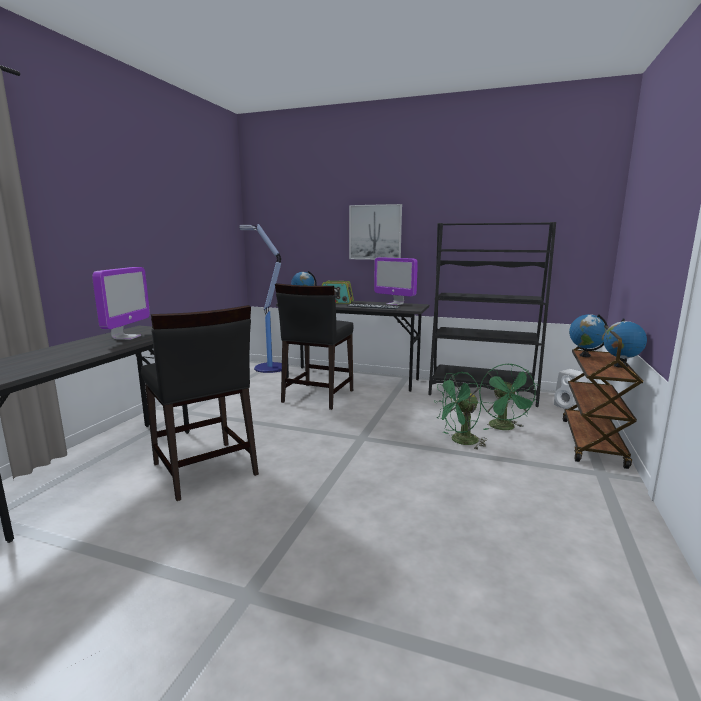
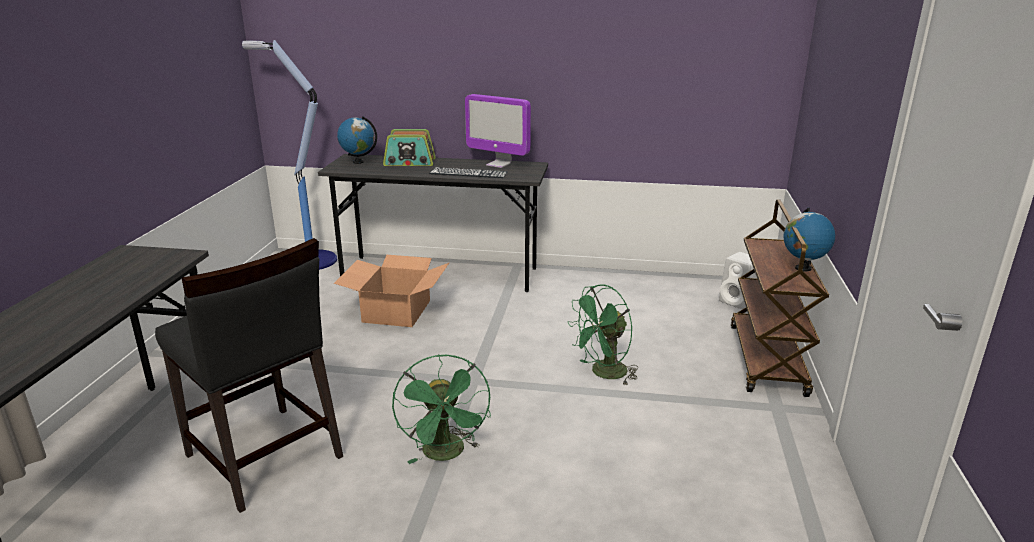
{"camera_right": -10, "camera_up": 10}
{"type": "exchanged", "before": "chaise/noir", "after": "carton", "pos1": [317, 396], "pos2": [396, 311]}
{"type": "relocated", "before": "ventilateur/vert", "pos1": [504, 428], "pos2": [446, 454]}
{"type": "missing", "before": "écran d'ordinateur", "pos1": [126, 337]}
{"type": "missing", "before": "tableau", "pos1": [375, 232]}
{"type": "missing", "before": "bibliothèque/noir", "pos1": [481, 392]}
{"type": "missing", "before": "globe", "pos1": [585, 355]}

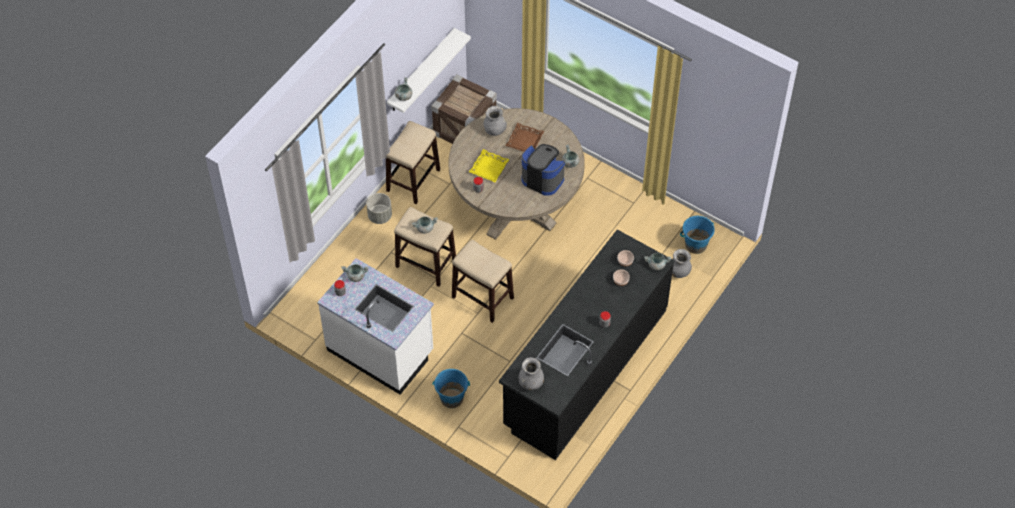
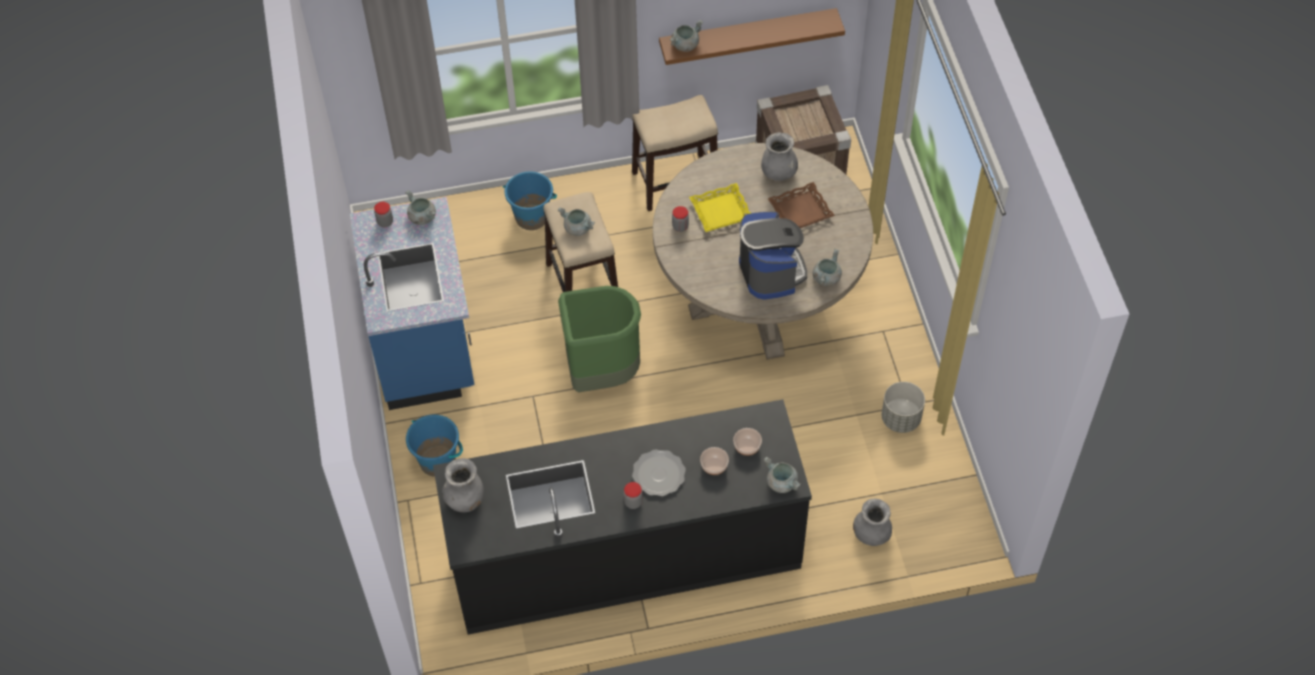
{"camera_right": 45, "camera_up": 0}
{"type": "colour", "before": "comptoir de cuisine/blanc", "after": "comptoir de cuisine/bleu", "pos1": [381, 350], "pos2": [425, 344]}
{"type": "relocated", "before": "seau/bleu", "pos1": [695, 244], "pos2": [532, 217]}
{"type": "exchanged", "before": "tabouret", "after": "poubelle/vert", "pos1": [482, 297], "pos2": [601, 374]}
{"type": "appeared", "after": "assiette", "pos2": [658, 474]}
{"type": "colour", "before": "étagère/blanc", "after": "étagère/marron", "pos1": [421, 71], "pos2": [747, 35]}
{"type": "relocated", "before": "cache-pot/gris", "pos1": [380, 216], "pos2": [901, 418]}

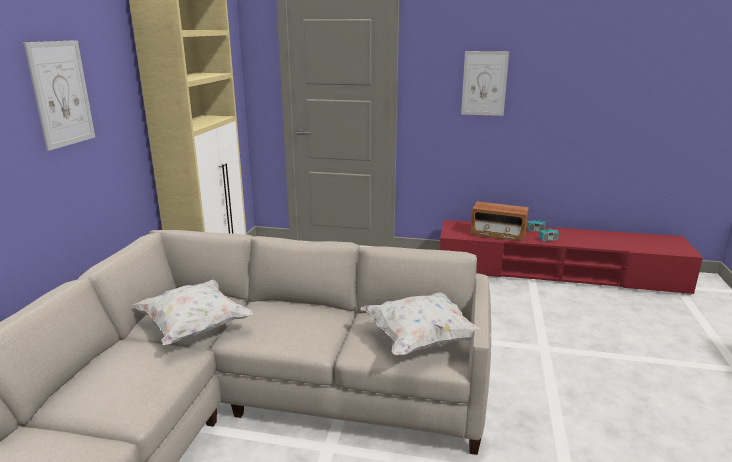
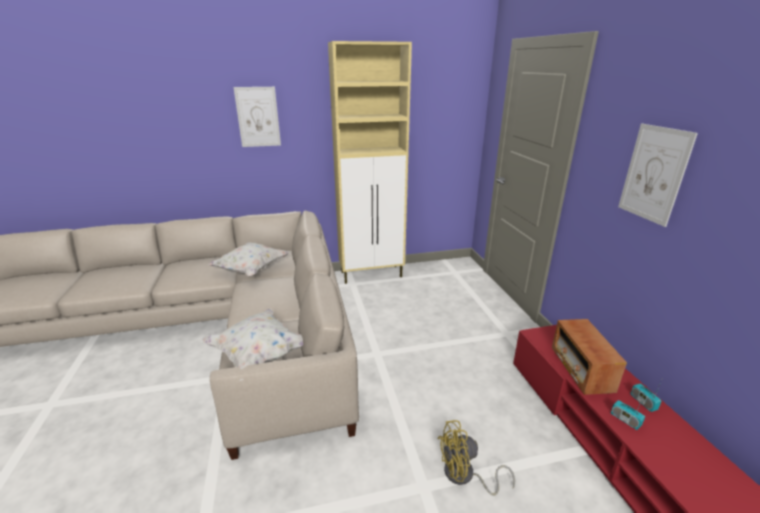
{"camera_right": 65, "camera_up": 5}
{"type": "appeared", "after": "ventilateur/jaune", "pos2": [465, 476]}

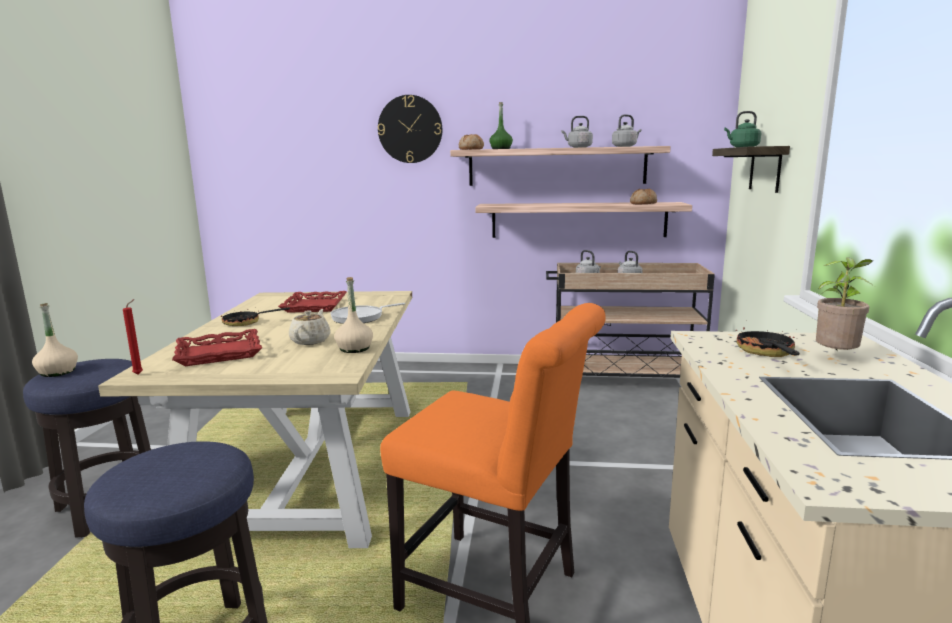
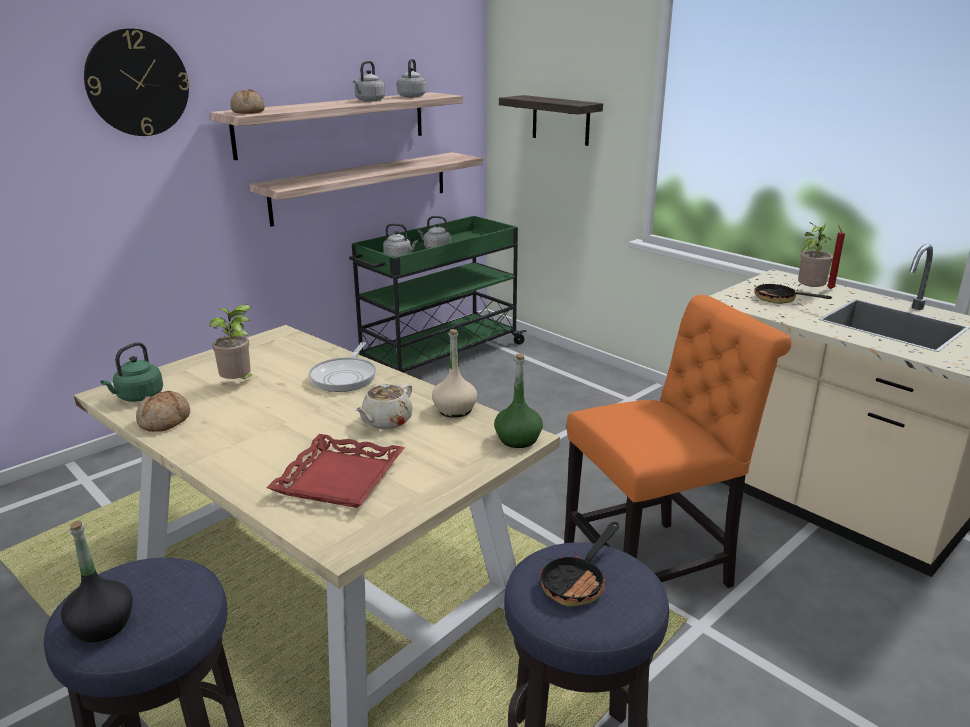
{"camera_right": -50, "camera_up": 10}
{"type": "colour", "before": "bouteille/beige", "after": "bouteille/noir", "pos1": [57, 372], "pos2": [102, 625]}
{"type": "relocated", "before": "bouilloire/vert", "pos1": [742, 147], "pos2": [138, 397]}
{"type": "relocated", "before": "pain", "pos1": [643, 203], "pos2": [165, 421]}
{"type": "exchanged", "before": "plateau/rouge", "after": "plante en pot", "pos1": [315, 306], "pos2": [239, 383]}
{"type": "colour", "before": "chariot/beige", "after": "chariot/vert", "pos1": [623, 379], "pos2": [439, 356]}
{"type": "spun", "before": "théière/beige", "pos1": [311, 341], "pos2": [386, 421], "turn": -105}
{"type": "relocated", "before": "bouteille/vert", "pos1": [501, 149], "pos2": [518, 439]}
{"type": "relocated", "before": "poêle", "pos1": [247, 323], "pos2": [578, 582]}
{"type": "relocated", "before": "bougie/rouge", "pos1": [140, 374], "pos2": [829, 288]}

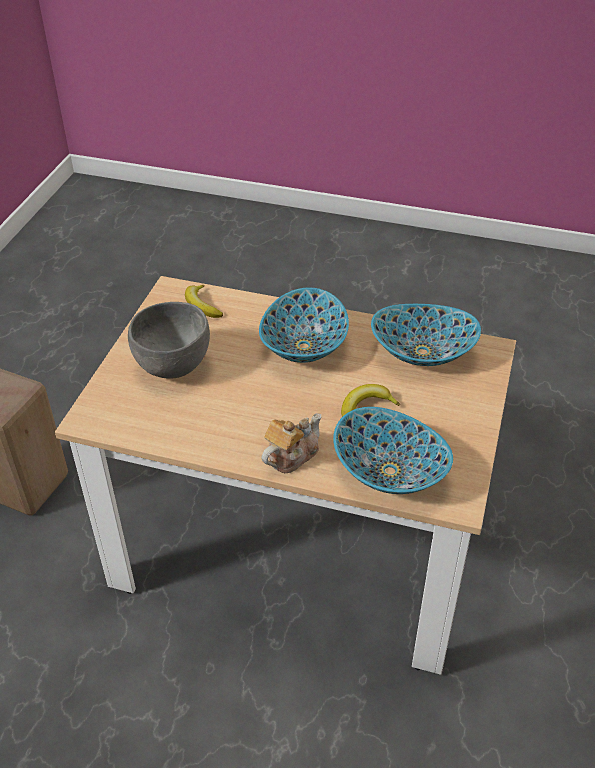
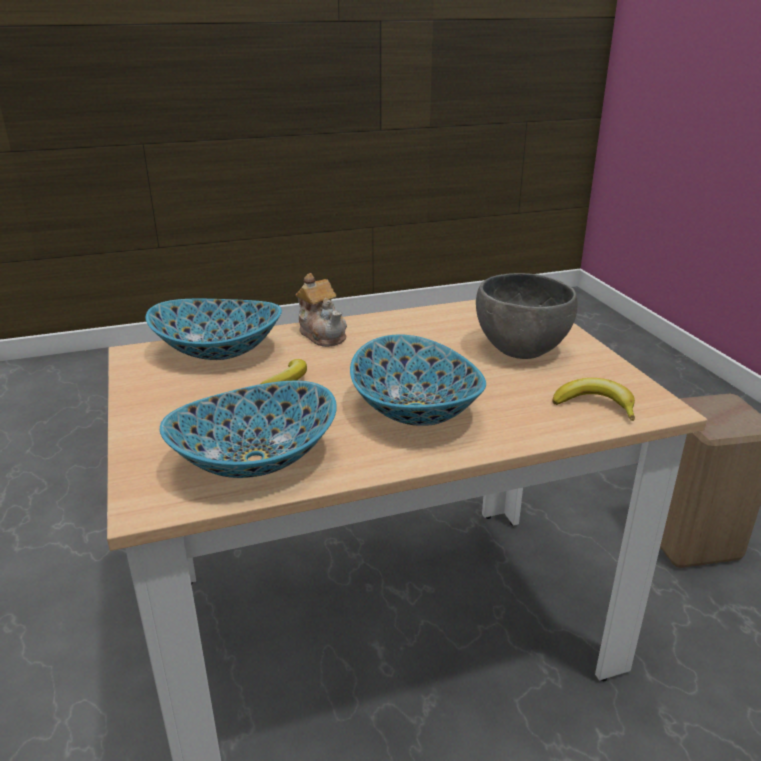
{"camera_right": 145, "camera_up": -15}
{"type": "spun", "before": "théière", "pos1": [291, 455], "pos2": [322, 334], "turn": -45}

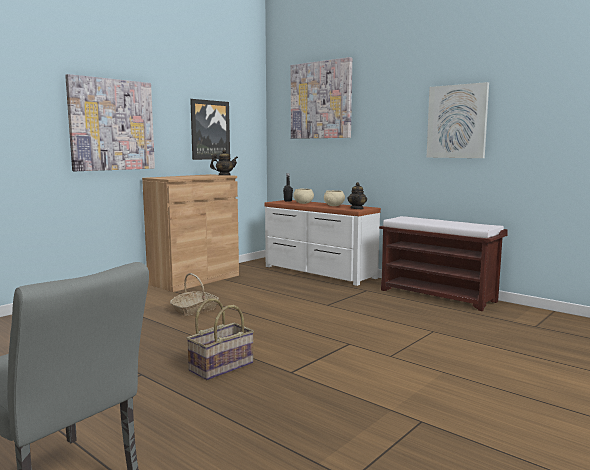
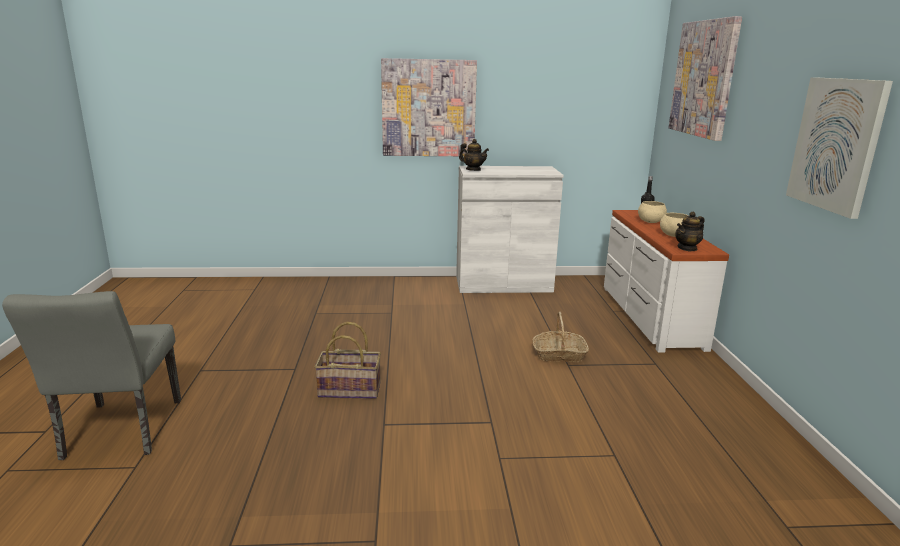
{"camera_right": 45, "camera_up": 10}
{"type": "colour", "before": "meuble de rangement/marron", "after": "meuble de rangement/blanc", "pos1": [194, 279], "pos2": [503, 284]}
{"type": "relocated", "before": "théière", "pos1": [224, 175], "pos2": [473, 170]}
{"type": "relocated", "before": "panier", "pos1": [195, 309], "pos2": [559, 355]}
{"type": "missing", "before": "tableau", "pos1": [210, 130]}
{"type": "missing", "before": "banc/marron", "pos1": [438, 295]}

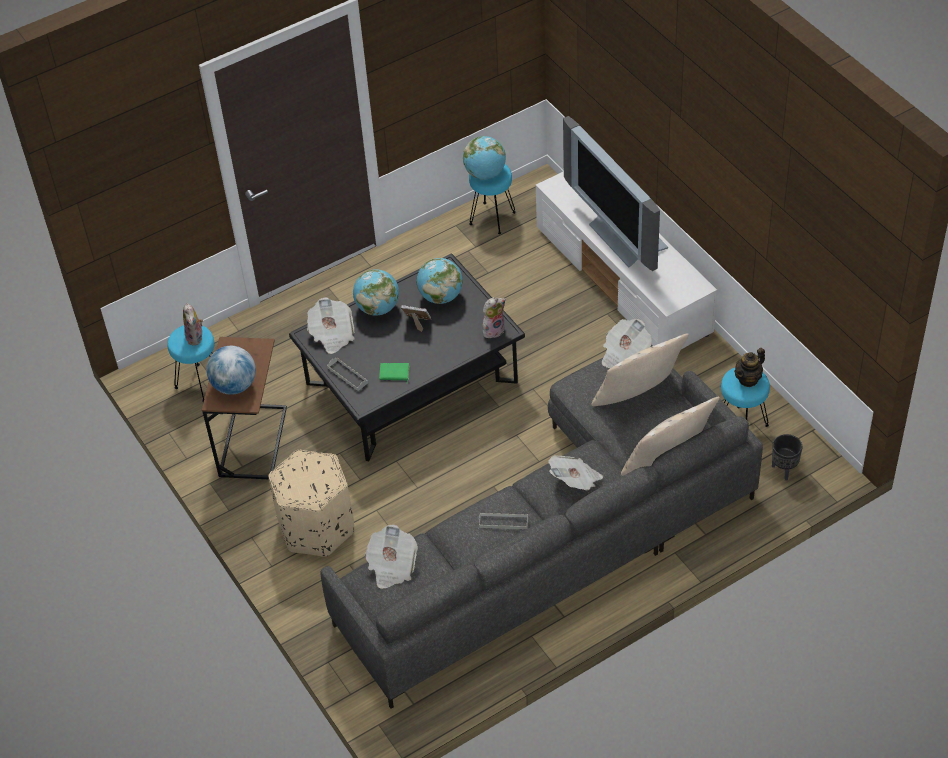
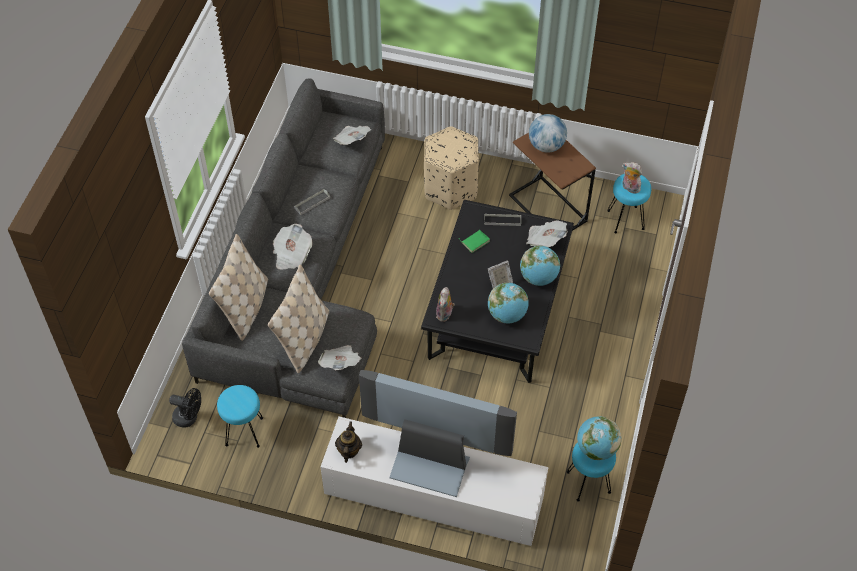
{"camera_right": 135, "camera_up": 5}
{"type": "exchanged", "before": "cache-pot/noir", "after": "ventilateur/noir", "pos1": [784, 470], "pos2": [189, 418]}
{"type": "relocated", "before": "théière", "pos1": [748, 379], "pos2": [348, 450]}

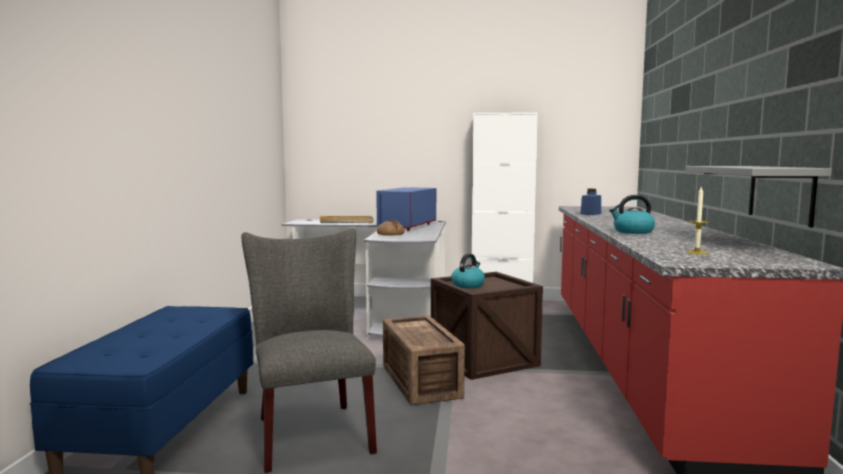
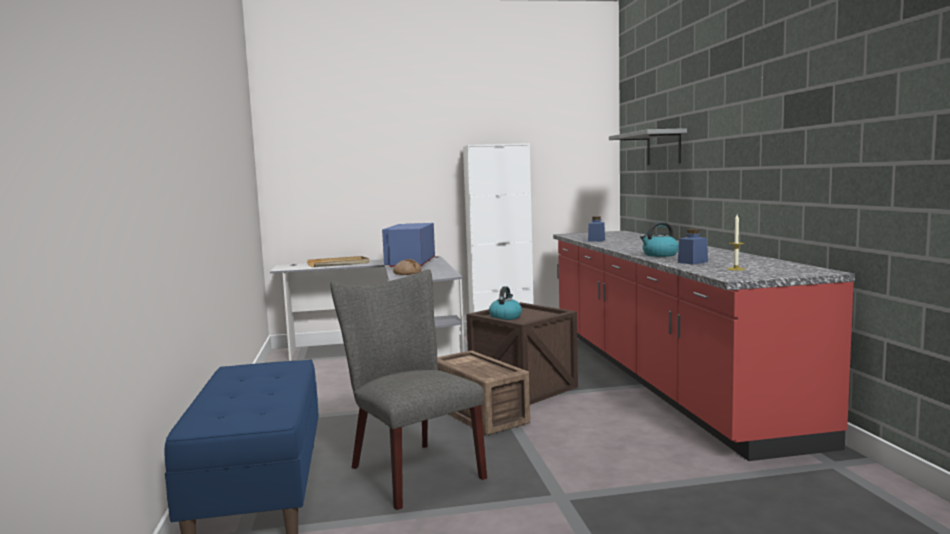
{"camera_right": -15, "camera_up": 0}
{"type": "relocated", "before": "étagère/gris", "pos1": [780, 193], "pos2": [663, 148]}
{"type": "appeared", "after": "bocal/bleu", "pos2": [692, 262]}

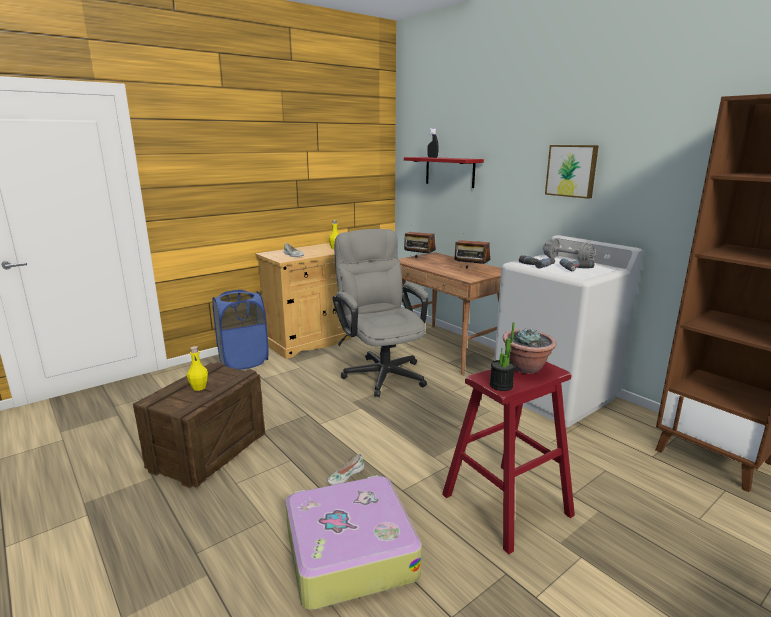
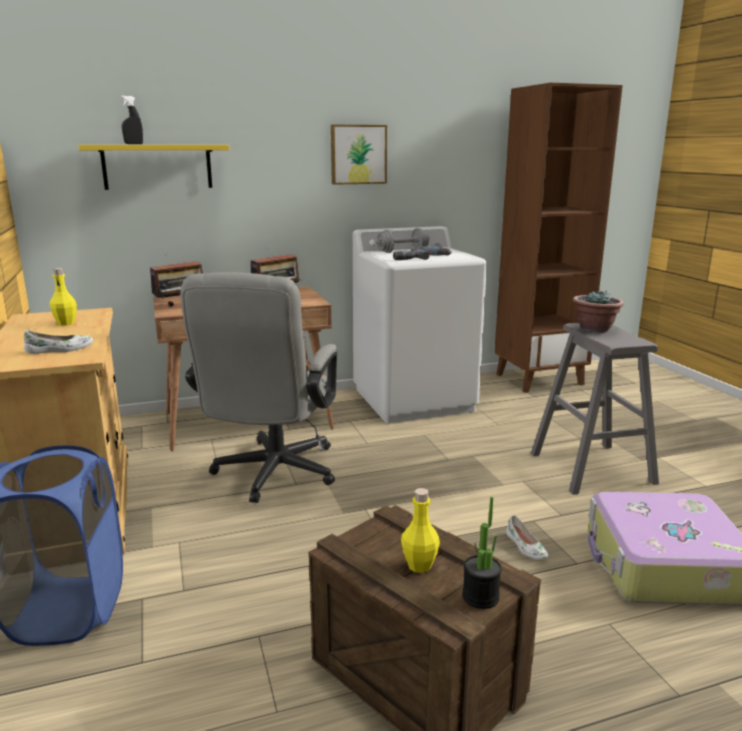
{"camera_right": -70, "camera_up": 0}
{"type": "colour", "before": "étagère/rouge", "after": "étagère/jaune", "pos1": [449, 171], "pos2": [157, 166]}
{"type": "spun", "before": "chaise de bureau/gris", "pos1": [381, 372], "pos2": [272, 476], "turn": -75}
{"type": "relocated", "before": "plante en pot", "pos1": [501, 385], "pos2": [480, 597]}
{"type": "colour", "before": "tabouret/rouge", "after": "tabouret/gris", "pos1": [506, 505], "pos2": [591, 468]}

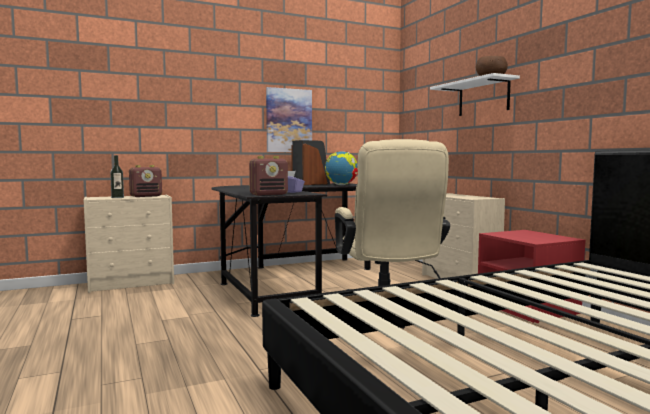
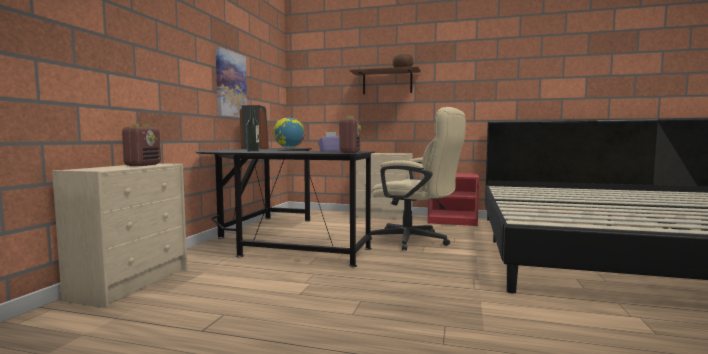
{"camera_right": -50, "camera_up": 0}
{"type": "relocated", "before": "bouteille", "pos1": [117, 197], "pos2": [253, 151]}
{"type": "colour", "before": "étagère/blanc", "after": "étagère/marron", "pos1": [483, 97], "pos2": [387, 82]}

